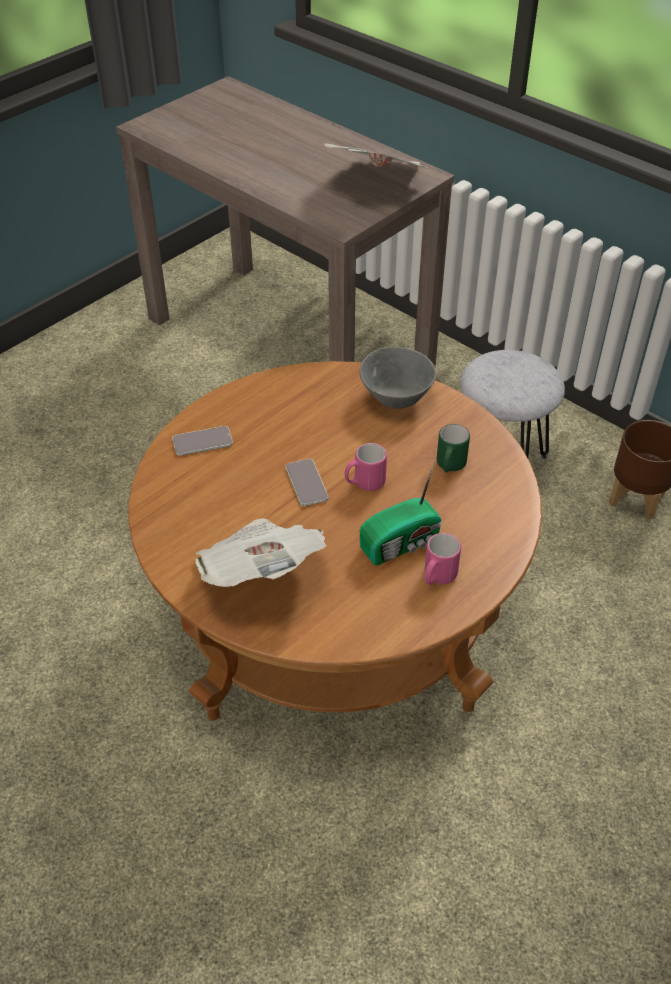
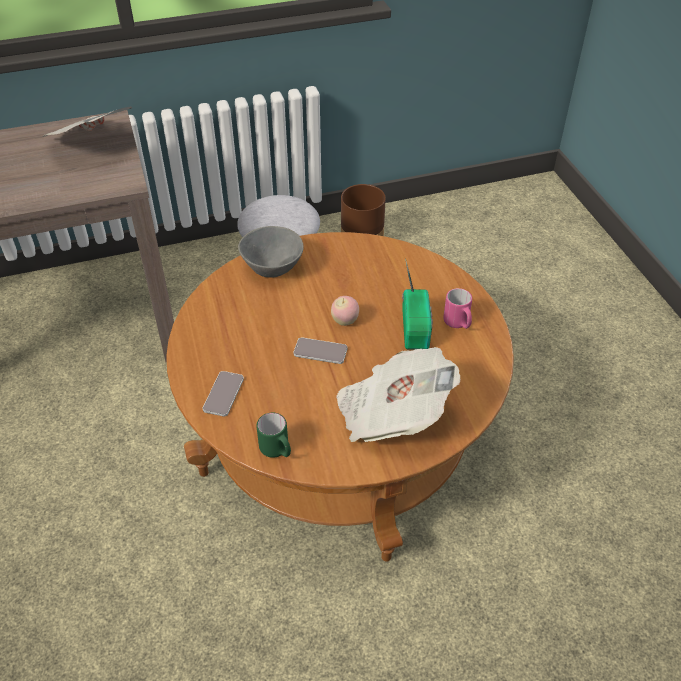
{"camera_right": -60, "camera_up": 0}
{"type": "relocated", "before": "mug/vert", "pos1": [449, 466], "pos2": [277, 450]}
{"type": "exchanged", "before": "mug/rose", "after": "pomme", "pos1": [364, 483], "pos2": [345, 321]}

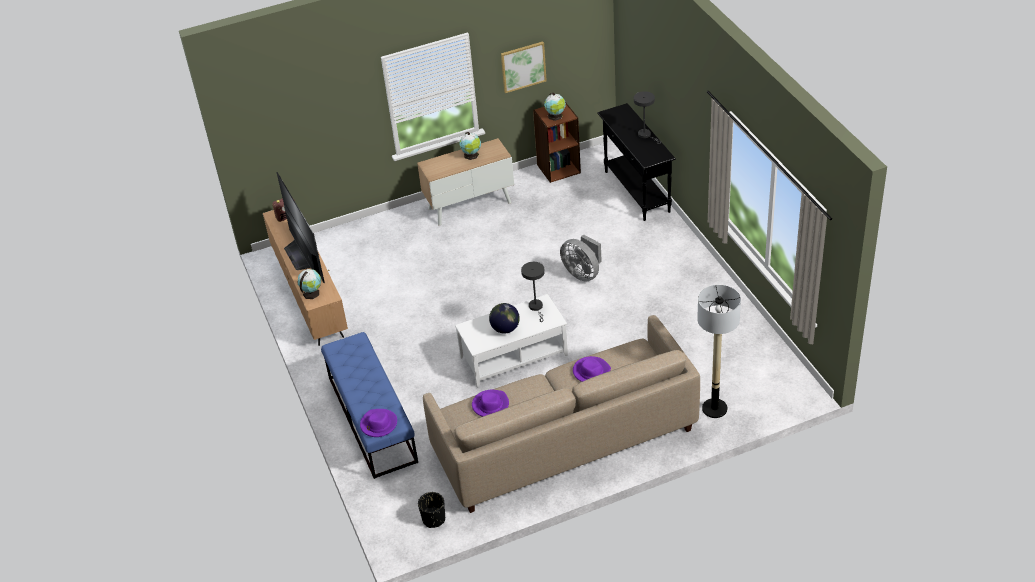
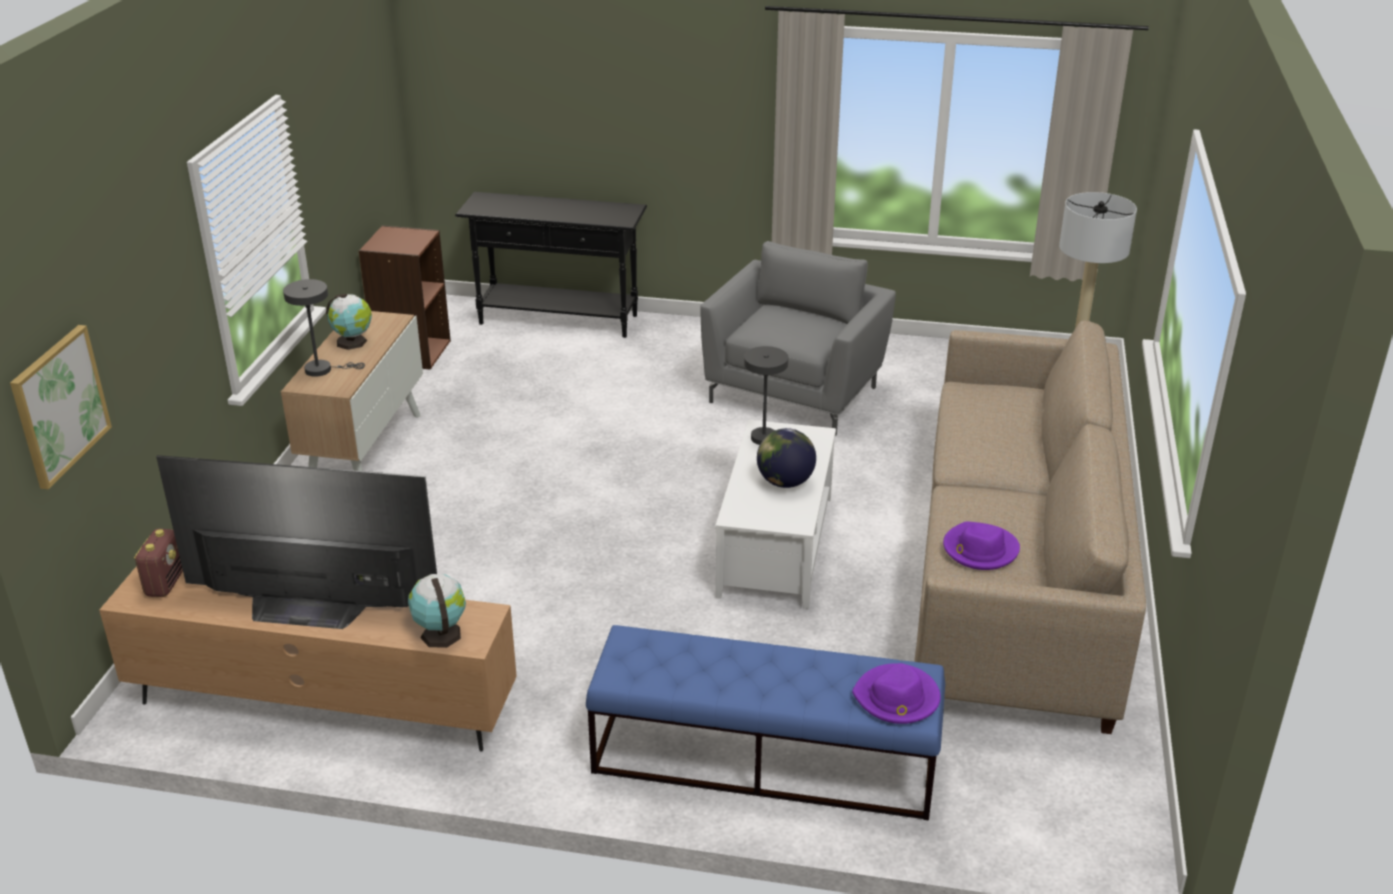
{"camera_right": -60, "camera_up": -10}
{"type": "relocated", "before": "tableau", "pos1": [523, 66], "pos2": [59, 405]}
{"type": "relocated", "before": "lampe de table/gris", "pos1": [646, 135], "pos2": [323, 369]}
{"type": "appeared", "after": "fauteuil/gris", "pos2": [795, 393]}
{"type": "missing", "before": "cache-pot/noir", "pos1": [433, 519]}
{"type": "missing", "before": "globe", "pos1": [555, 116]}
{"type": "missing", "before": "ventilateur/gris", "pos1": [583, 273]}
{"type": "missing", "before": "chapeau/violet", "pos1": [591, 371]}

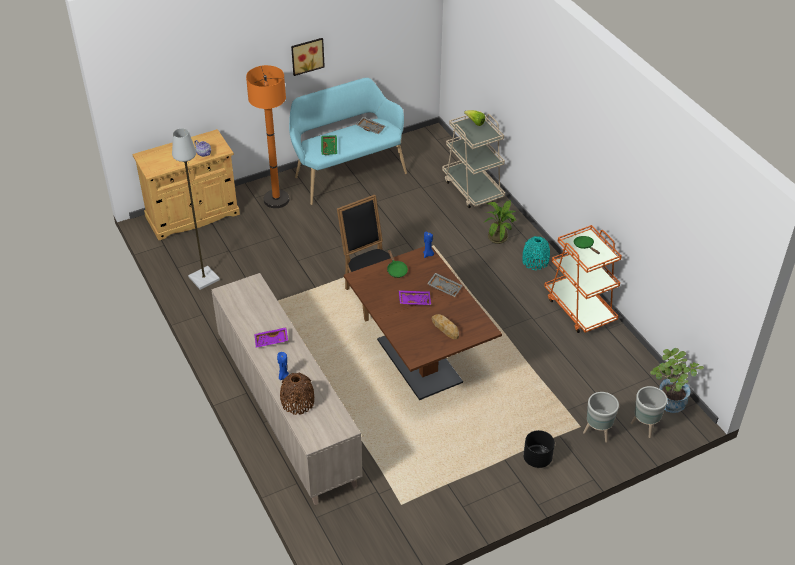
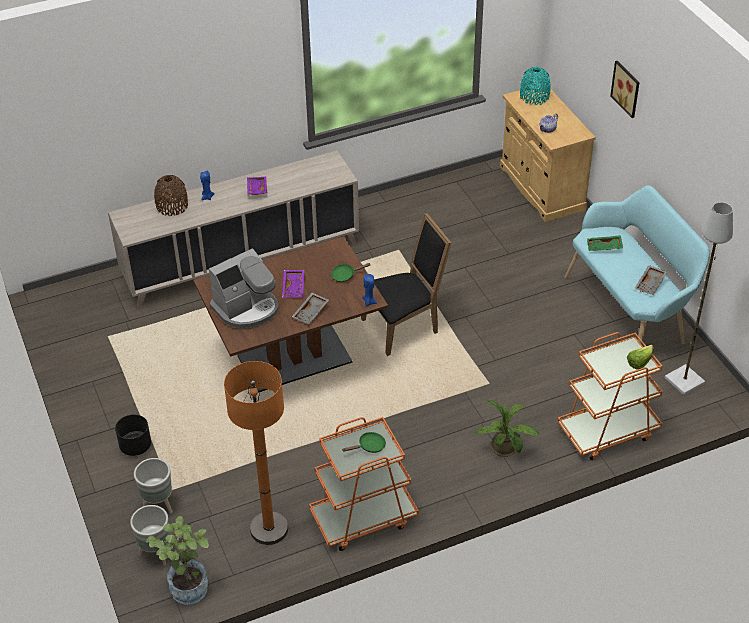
{"camera_right": 95, "camera_up": 0}
{"type": "exchanged", "before": "pain", "after": "machine à café", "pos1": [445, 328], "pos2": [247, 308]}
{"type": "relocated", "before": "lampadaire/orange", "pos1": [276, 200], "pos2": [269, 529]}
{"type": "relocated", "before": "vase/turquoise", "pos1": [535, 261], "pos2": [534, 97]}
{"type": "colour", "before": "chariot/beige", "after": "chariot/orange", "pos1": [472, 188], "pos2": [607, 431]}
{"type": "relocated", "before": "tableau", "pos1": [307, 55], "pos2": [627, 88]}
{"type": "relocated", "before": "lampadaire/gris", "pos1": [204, 278], "pos2": [685, 381]}

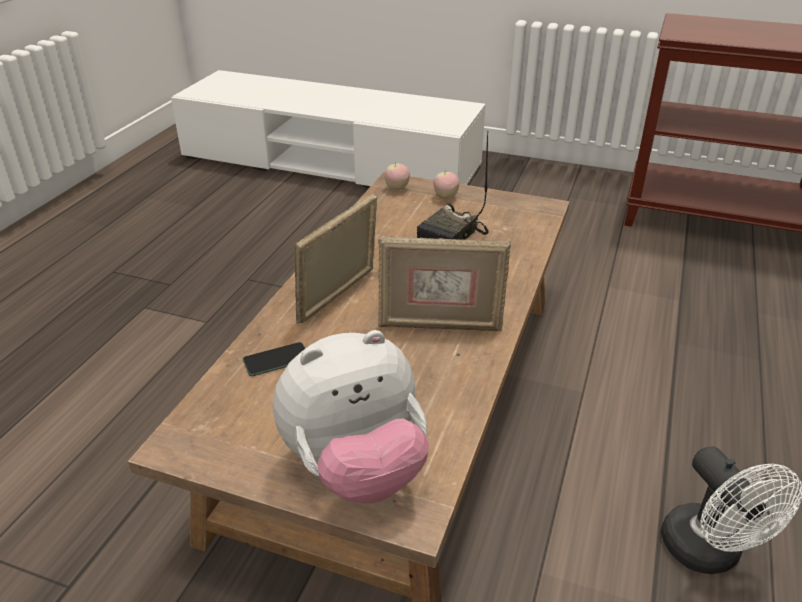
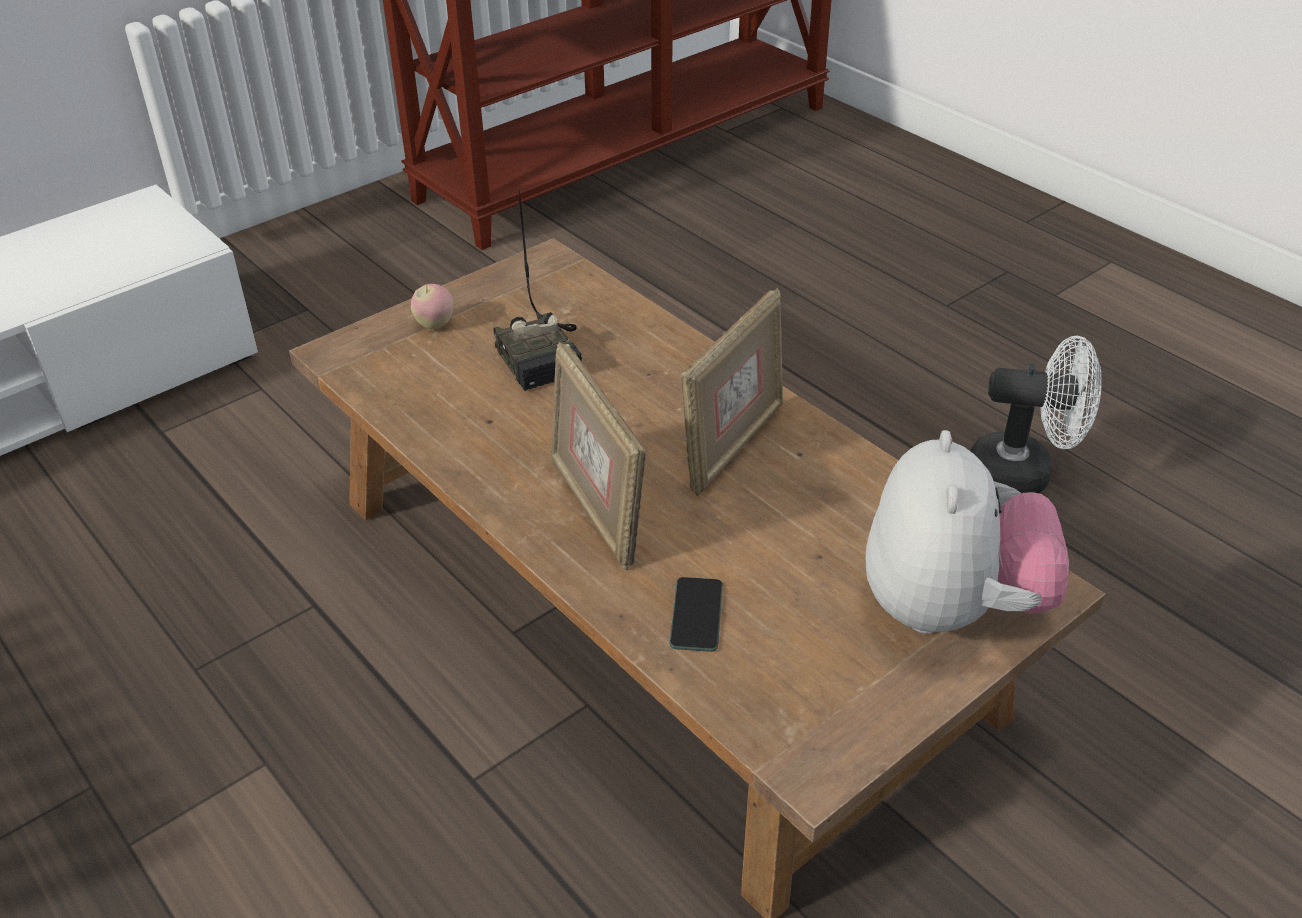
{"camera_right": -60, "camera_up": 5}
{"type": "missing", "before": "pomme", "pos1": [397, 188]}

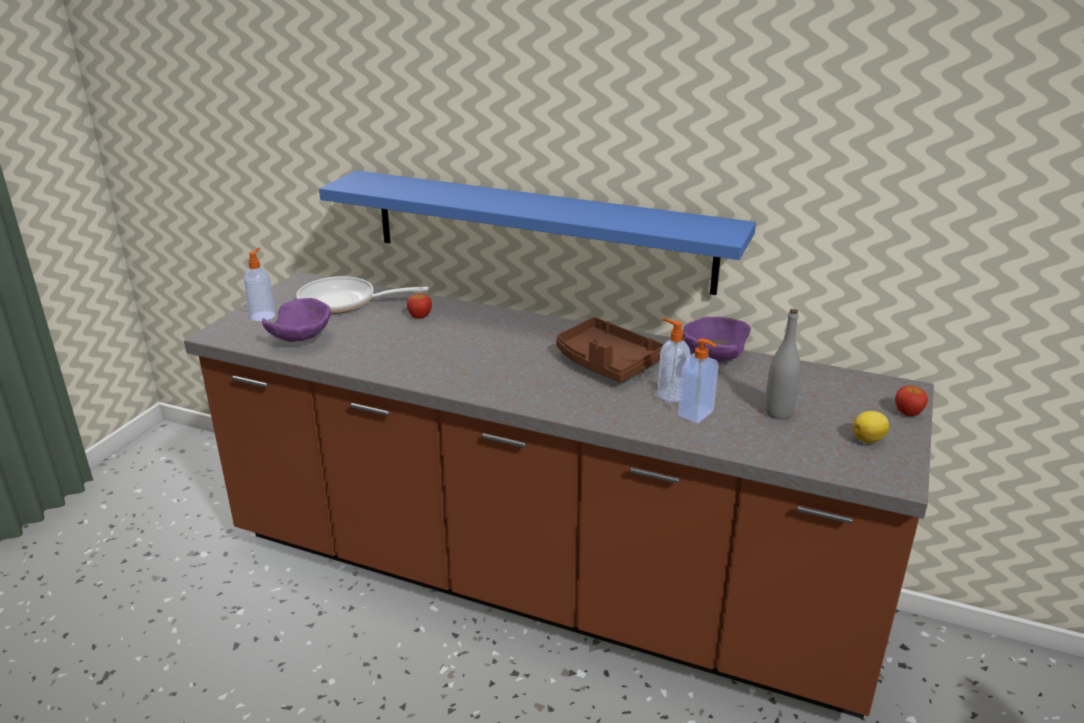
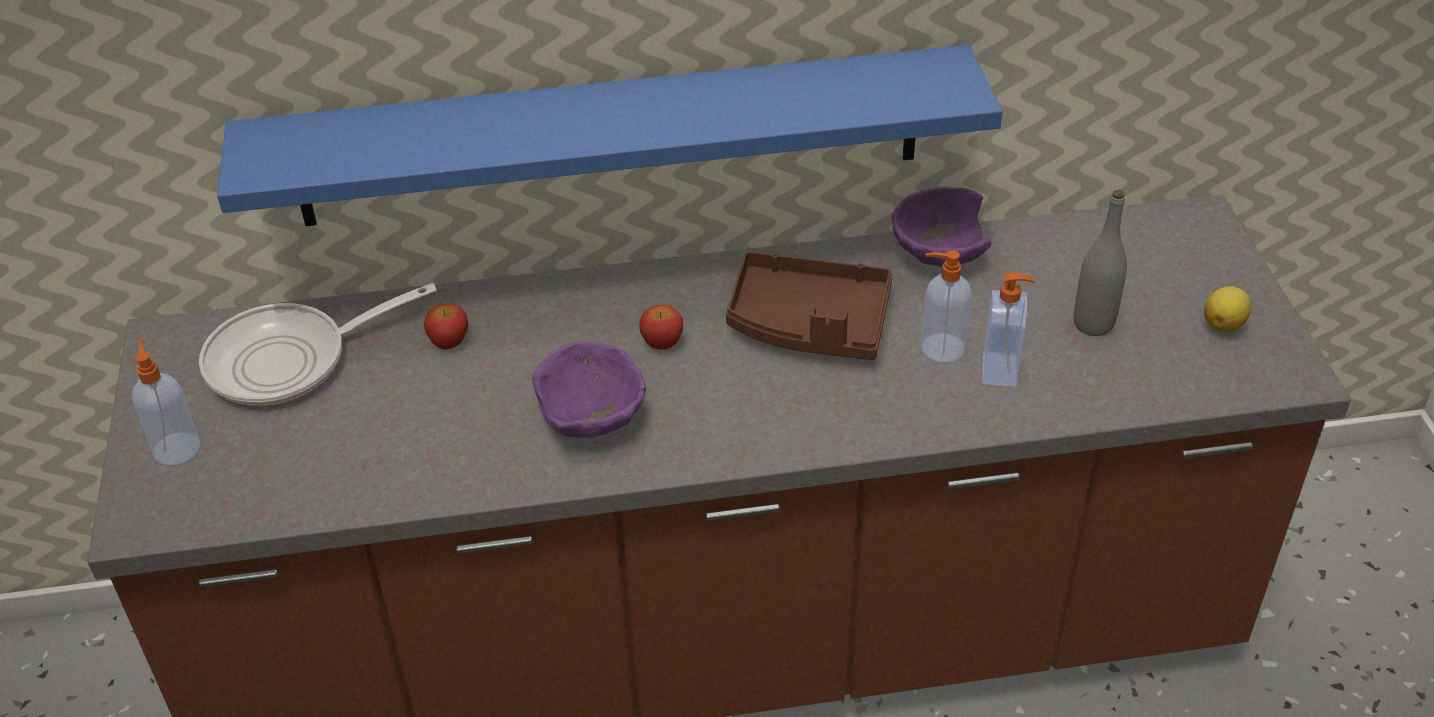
{"camera_right": -30, "camera_up": 15}
{"type": "relocated", "before": "bol/violet", "pos1": [302, 341], "pos2": [594, 421]}
{"type": "relocated", "before": "pomme", "pos1": [908, 413], "pos2": [662, 343]}

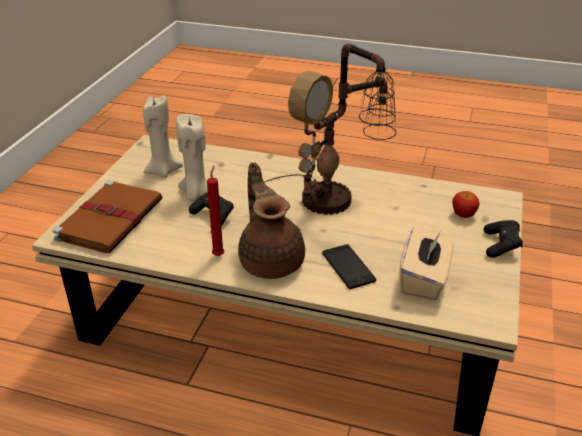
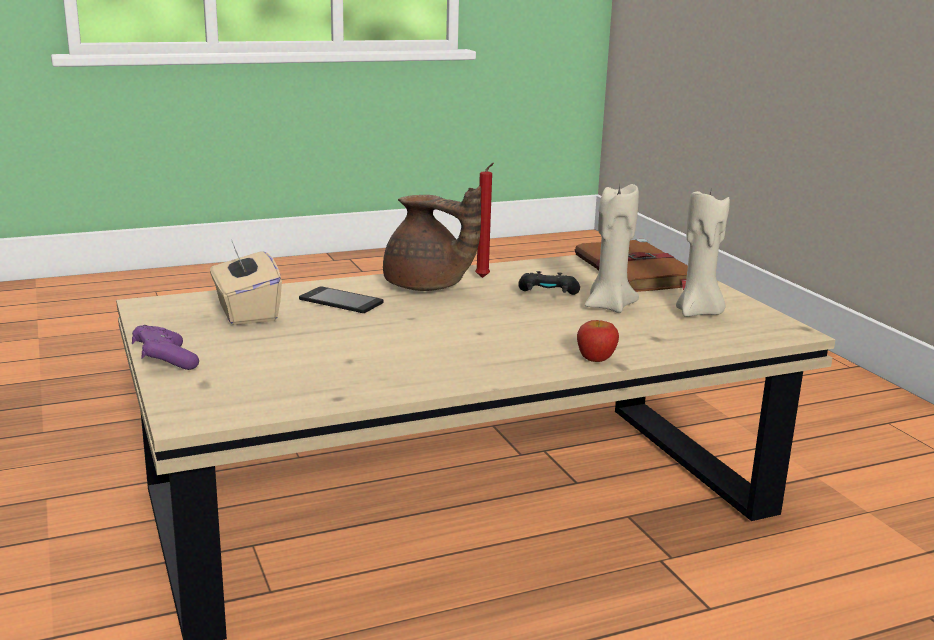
{"camera_right": 140, "camera_up": -15}
{"type": "colour", "before": "manette/noir", "after": "manette/violet", "pos1": [501, 245], "pos2": [164, 361]}
{"type": "relocated", "before": "pomme", "pos1": [463, 215], "pos2": [596, 358]}
{"type": "missing", "before": "lampe de table", "pos1": [330, 200]}

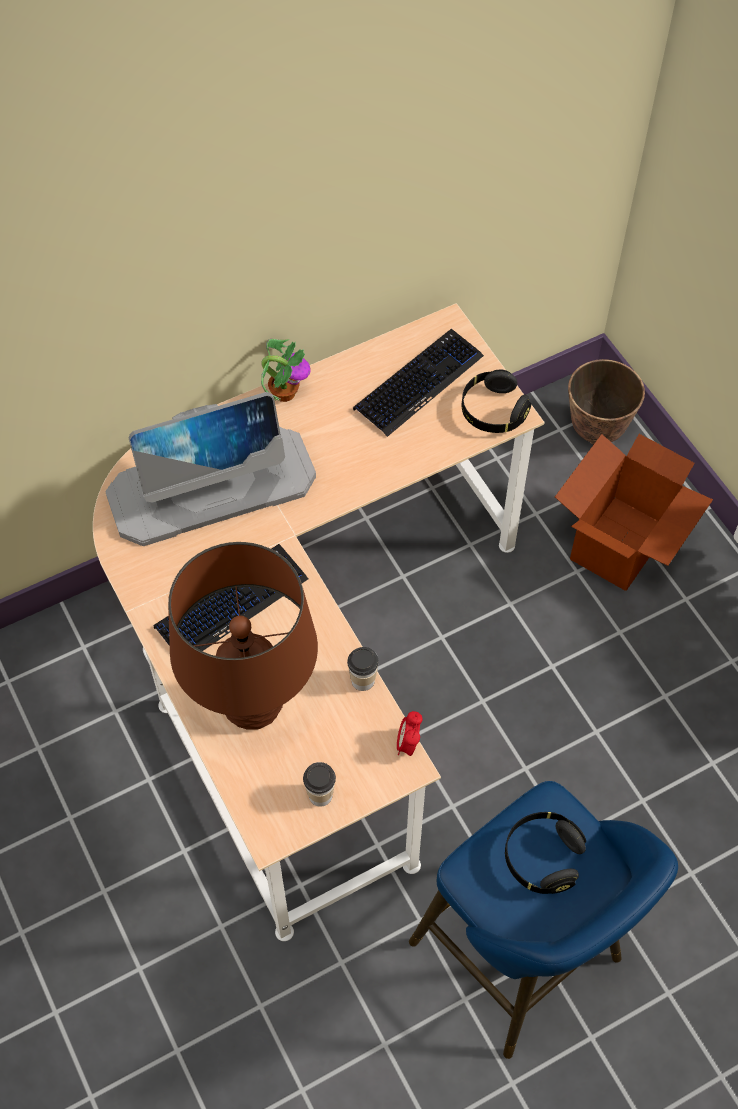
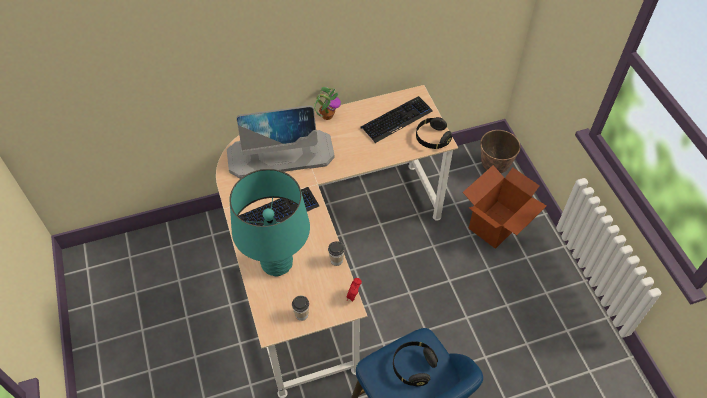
{"camera_right": 10, "camera_up": -5}
{"type": "colour", "before": "lampe de table/marron", "after": "lampe de table/turquoise", "pos1": [253, 704], "pos2": [277, 263]}

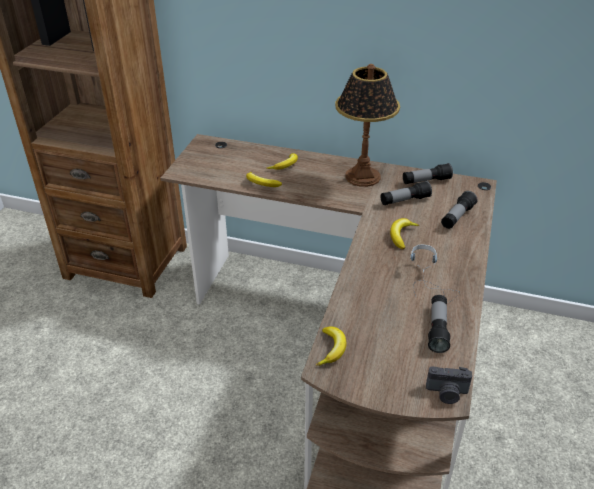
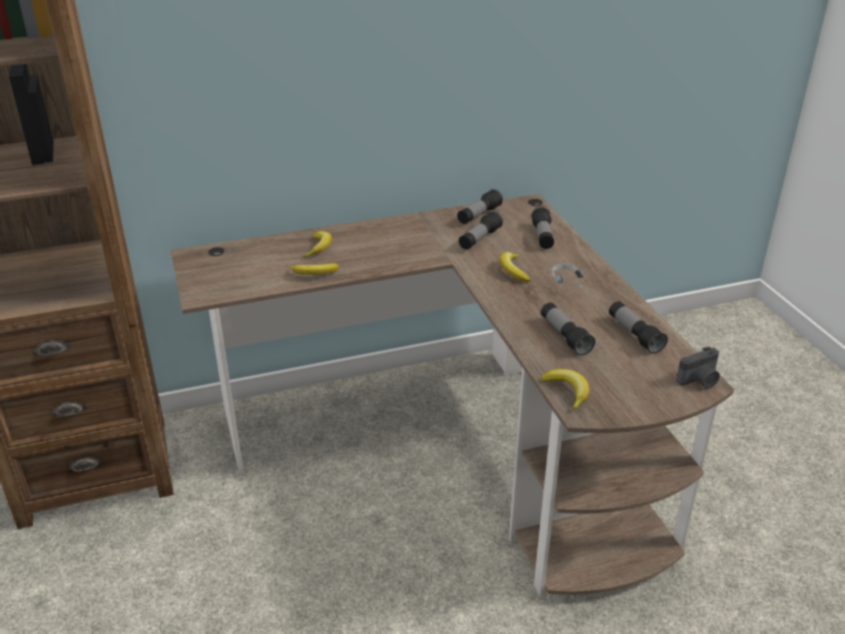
{"camera_right": -35, "camera_up": -5}
{"type": "appeared", "after": "lampe de poche", "pos2": [565, 336]}
{"type": "missing", "before": "lampe de table", "pos1": [362, 177]}

